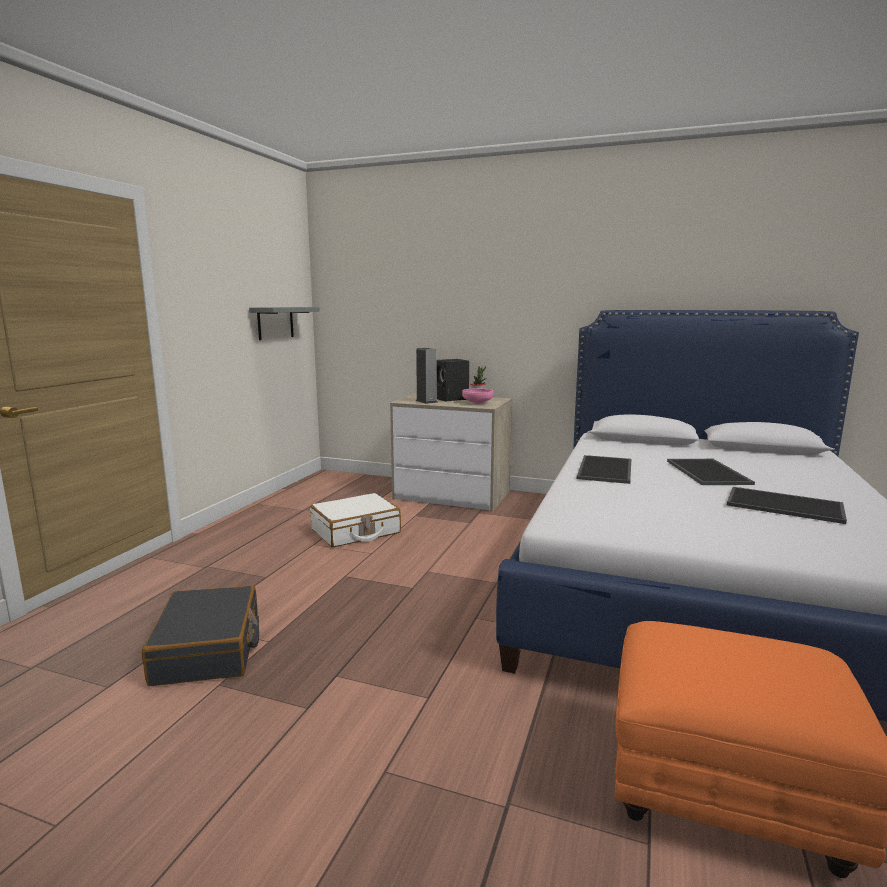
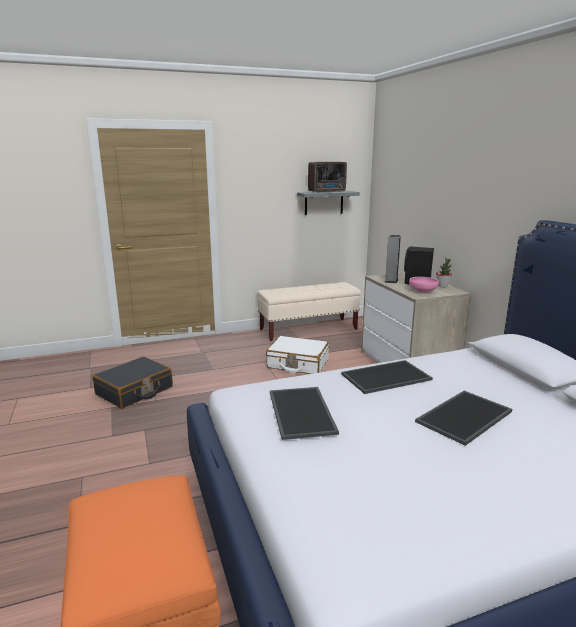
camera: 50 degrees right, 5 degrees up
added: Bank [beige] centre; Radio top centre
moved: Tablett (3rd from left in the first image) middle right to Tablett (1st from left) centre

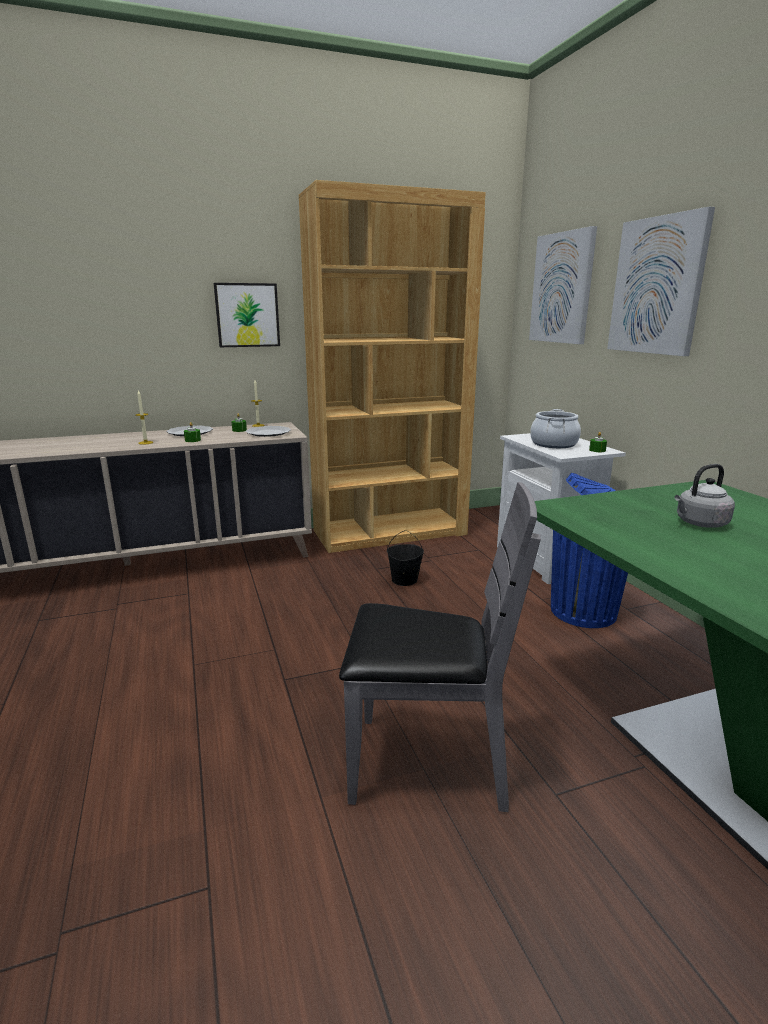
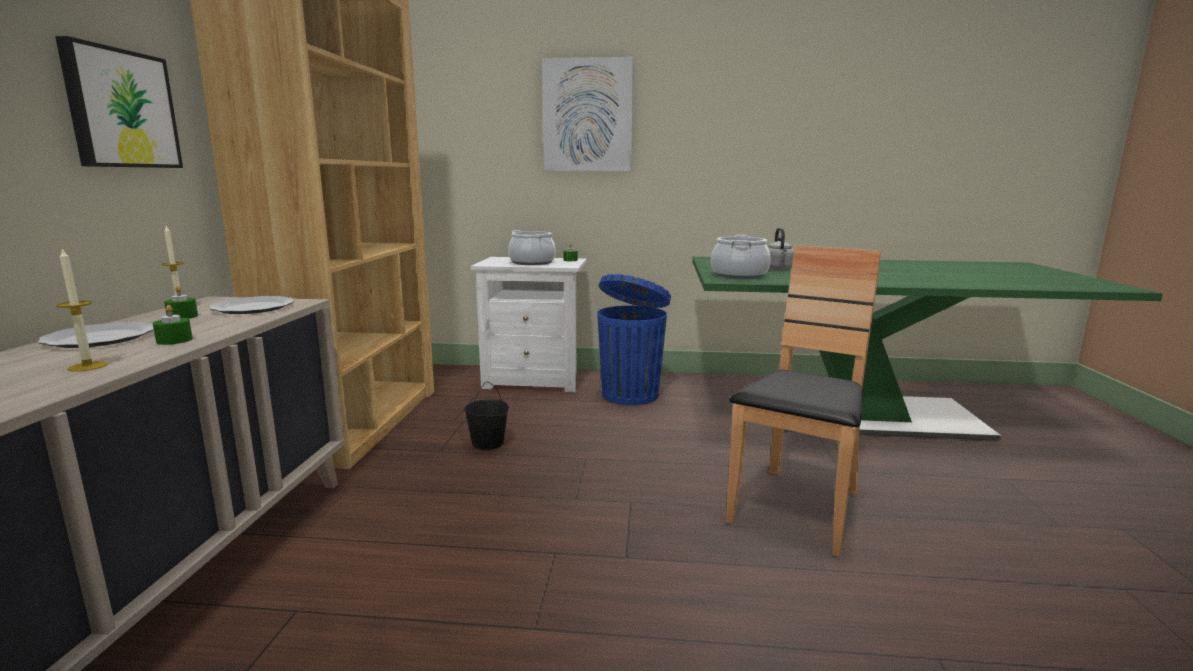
camera: 65 degrees left, 5 degrees down
removed: Bild (2nd from left) top right
added: Kochtopf (2nd from left) centre
recoloured: Stuhl [grau] centre to Stuhl [braun] middle right

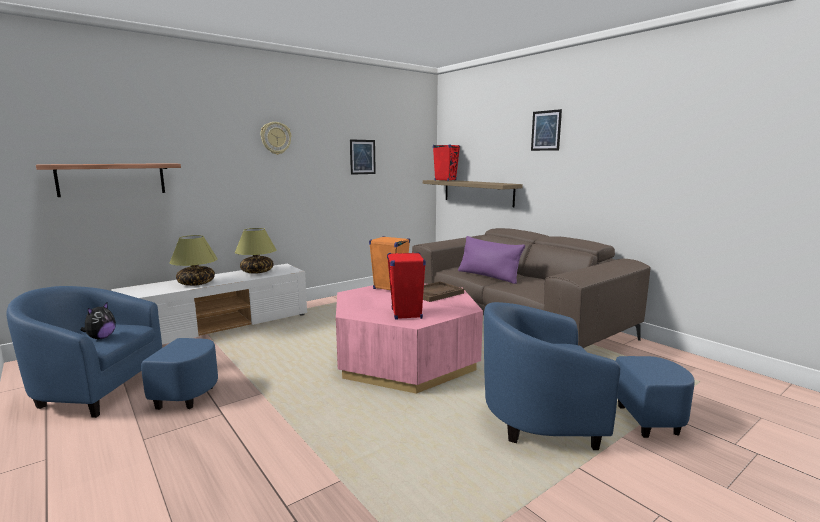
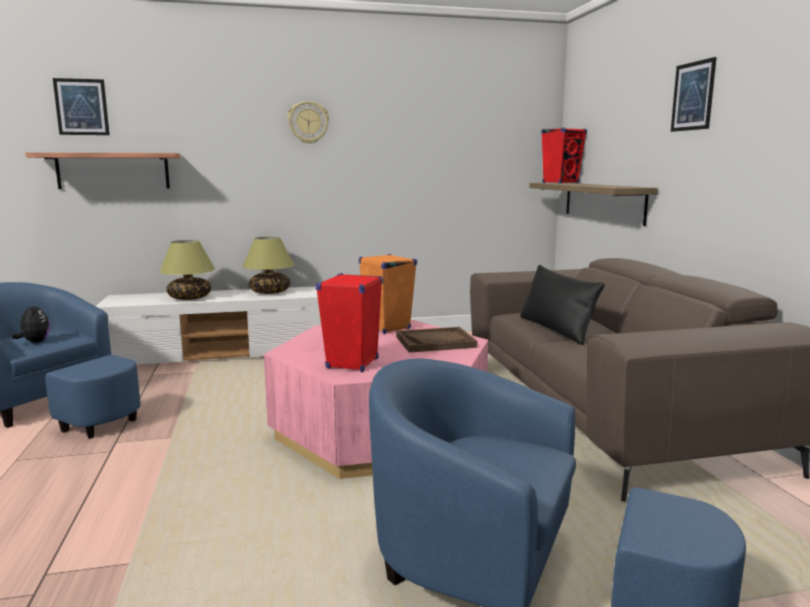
camera: 25 degrees right, 0 degrees up
moved: Bild (1st from left) top centre to top left
recoloured: Kissen [lila] centre to Kissen [schwarz] middle right
turned: Plüschtier middle left = middle left 75 degrees counterclockwise

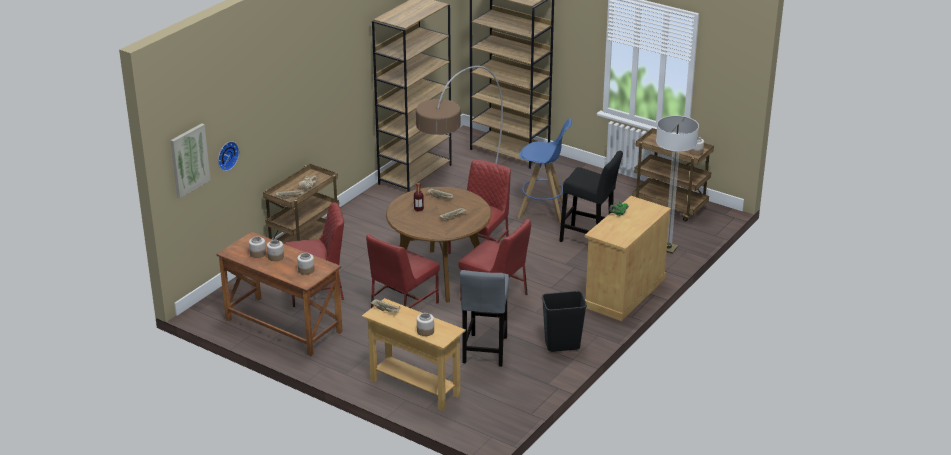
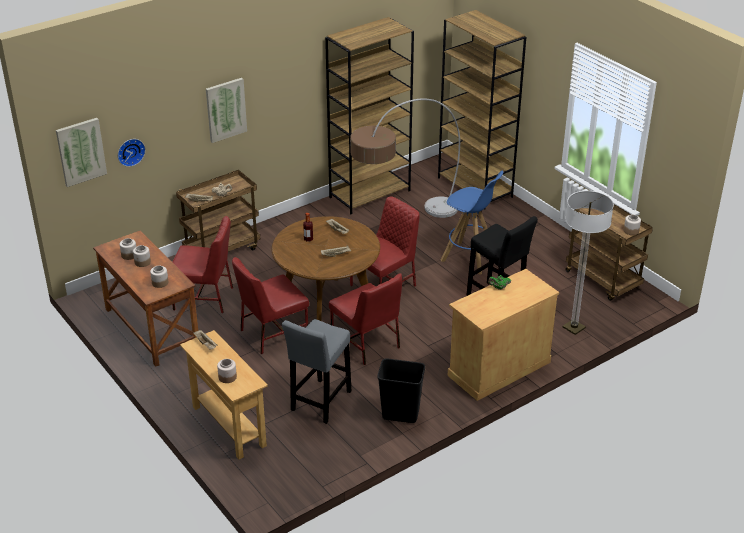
camera: 20 degrees right, 5 degrees up
added: Bild (2nd from left) top left

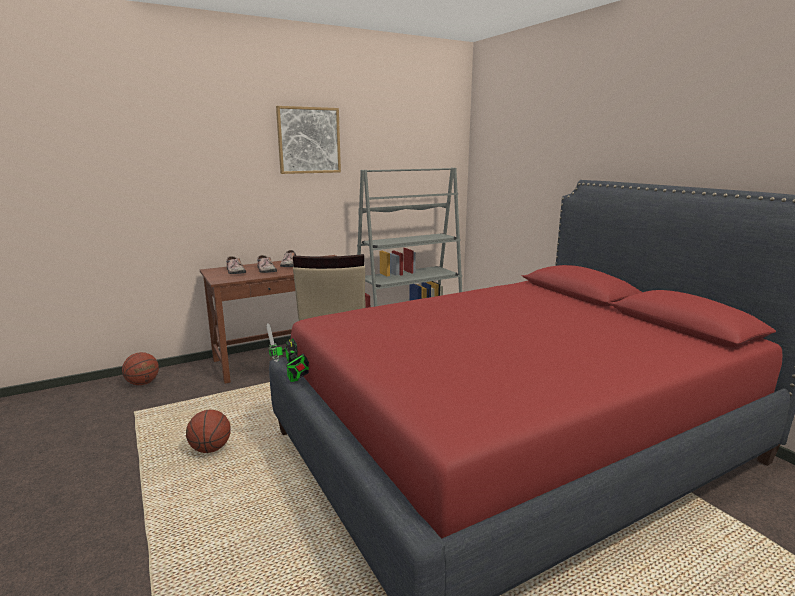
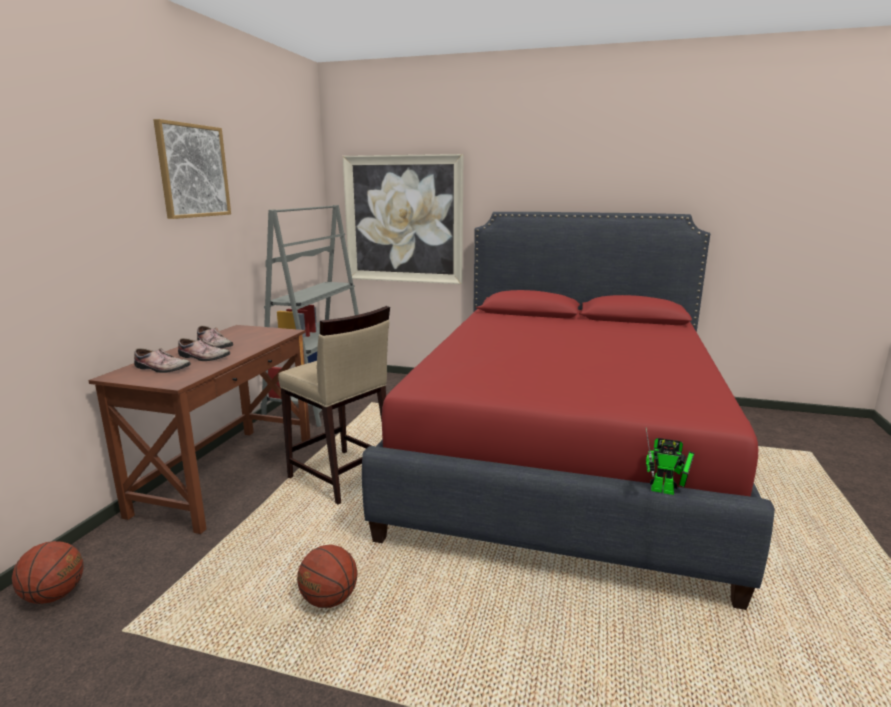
camera: 45 degrees left, 0 degrees up
added: Bild (2nd from left) top centre
moved: Spielzeugroboter centre to middle right

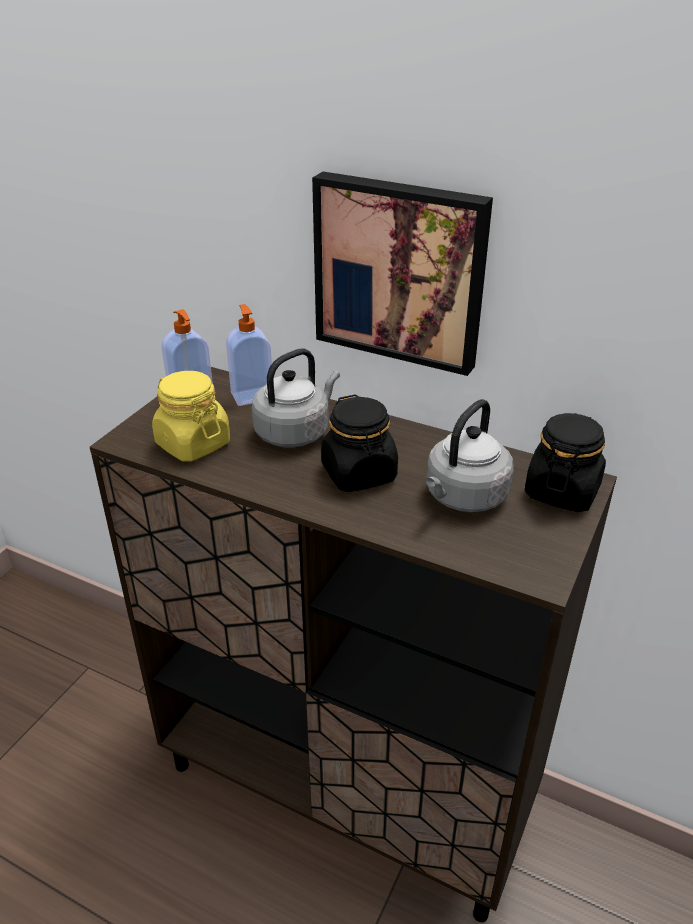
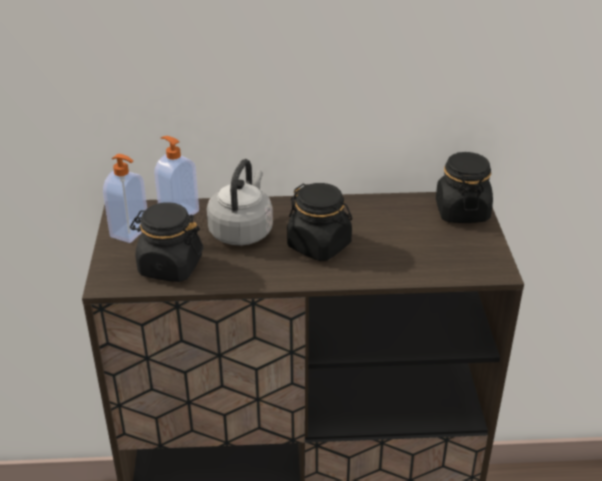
camera: 30 degrees left, 0 degrees up
removed: Bild top centre; Wasserkessel [grau] (2nd from left) middle right
recoloured: Vorratsglas [gelb] middle left to Vorratsglas [schwarz] (1st from left) middle left

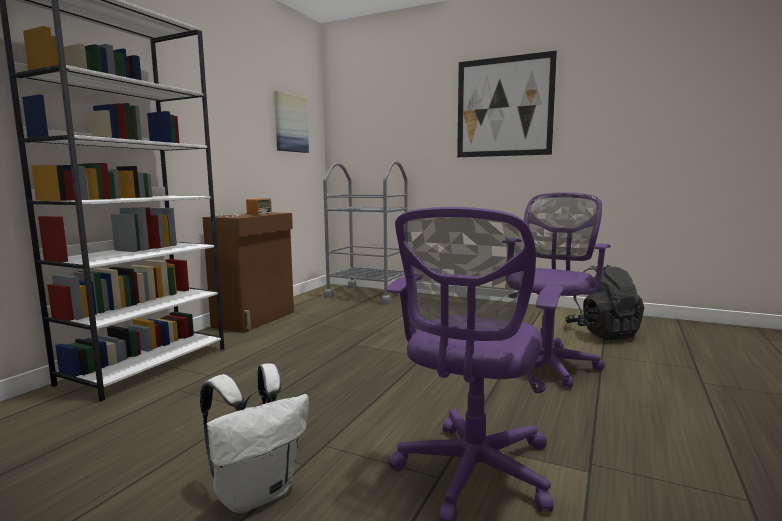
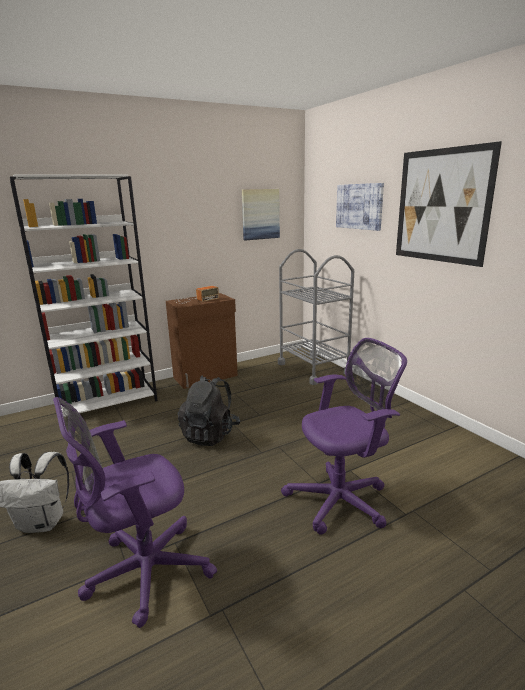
camera: 35 degrees right, 10 degrees up
added: Bild (2nd from left) top right
moved: Rucksack [schwarz] middle right to centre

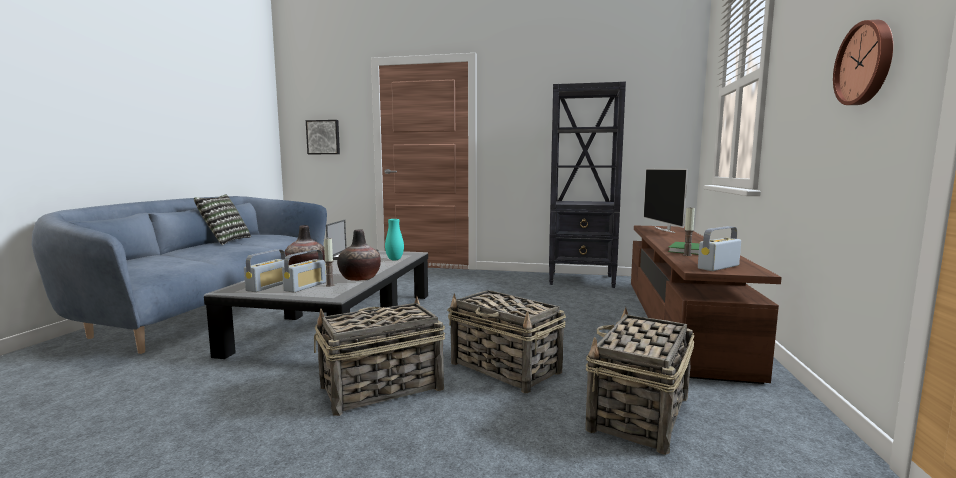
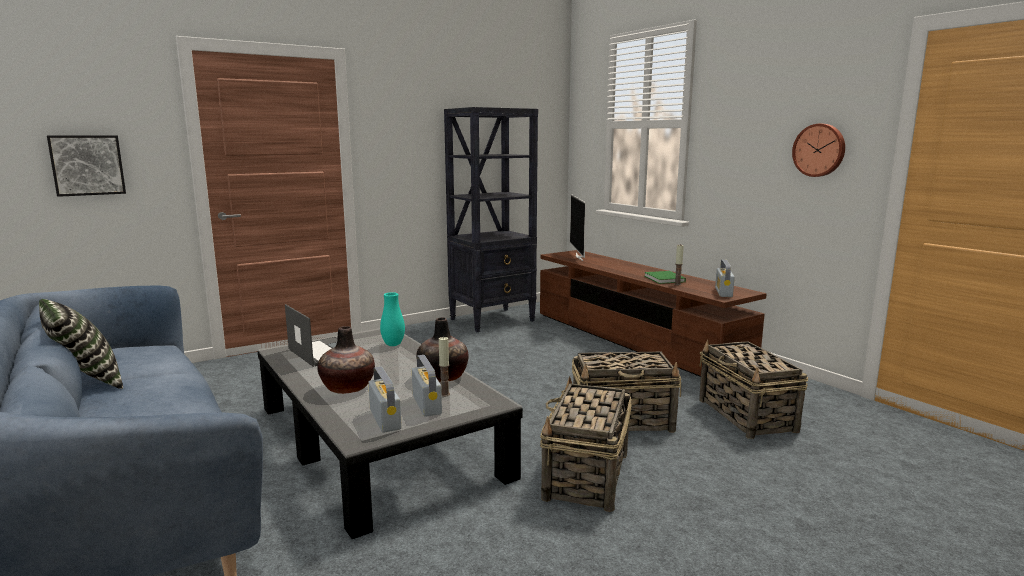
camera: 45 degrees left, 5 degrees up
turned: Fernseher middle right = centre 45 degrees clockwise

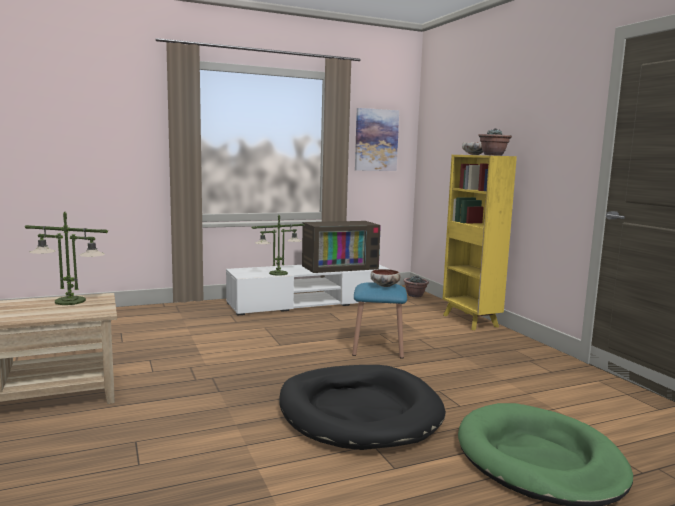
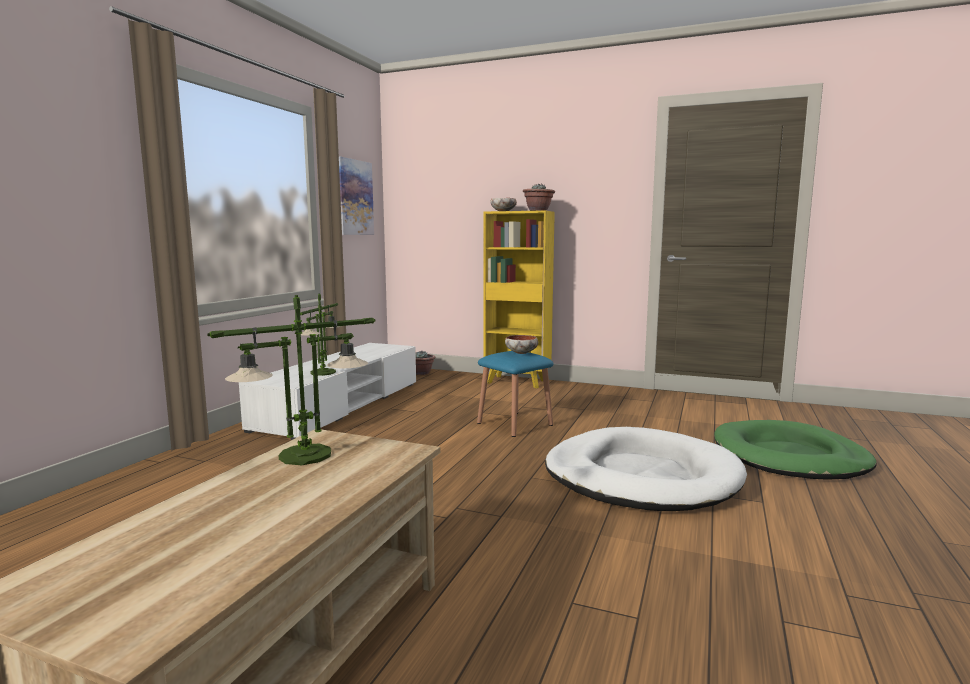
camera: 45 degrees left, 0 degrees up
removed: Fernseher centre
recoloured: Hundebett [schwarz] bottom centre to Hundebett [weiß] bottom centre

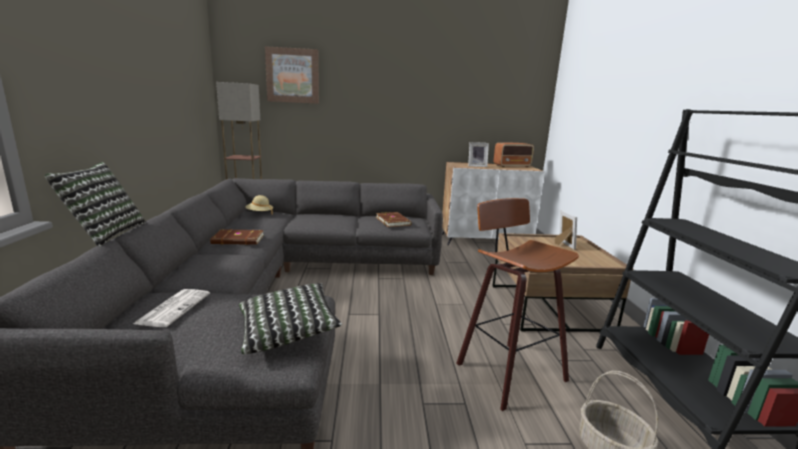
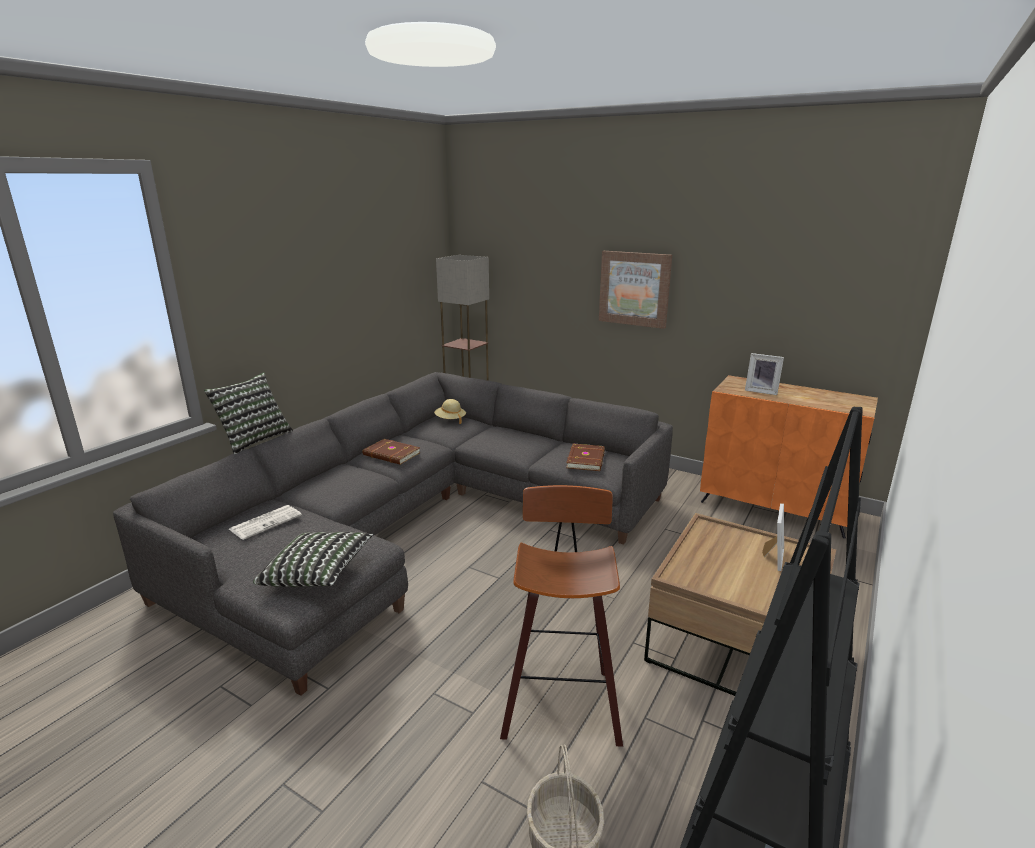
camera: 35 degrees right, 5 degrees up
removed: Radio centre
moved: Bild top centre to centre
recoloured: Schrank [weiß] centre to Schrank [orange] middle right

